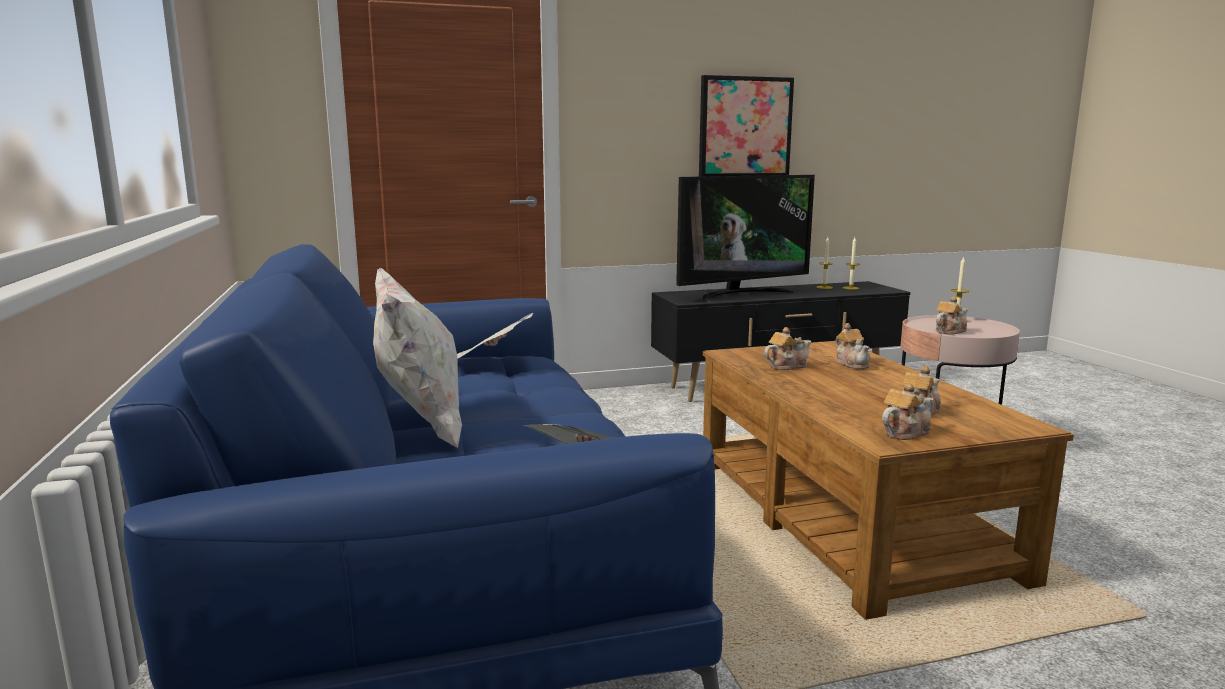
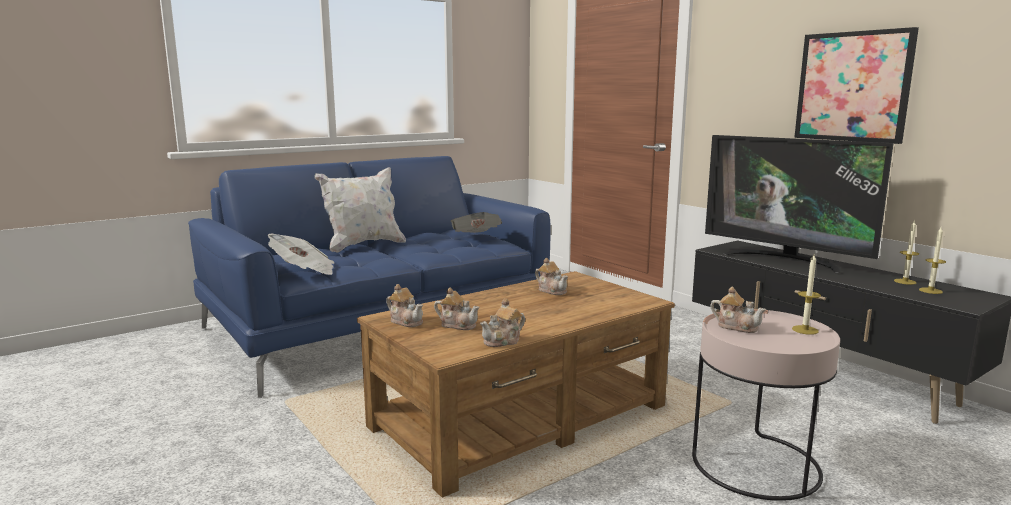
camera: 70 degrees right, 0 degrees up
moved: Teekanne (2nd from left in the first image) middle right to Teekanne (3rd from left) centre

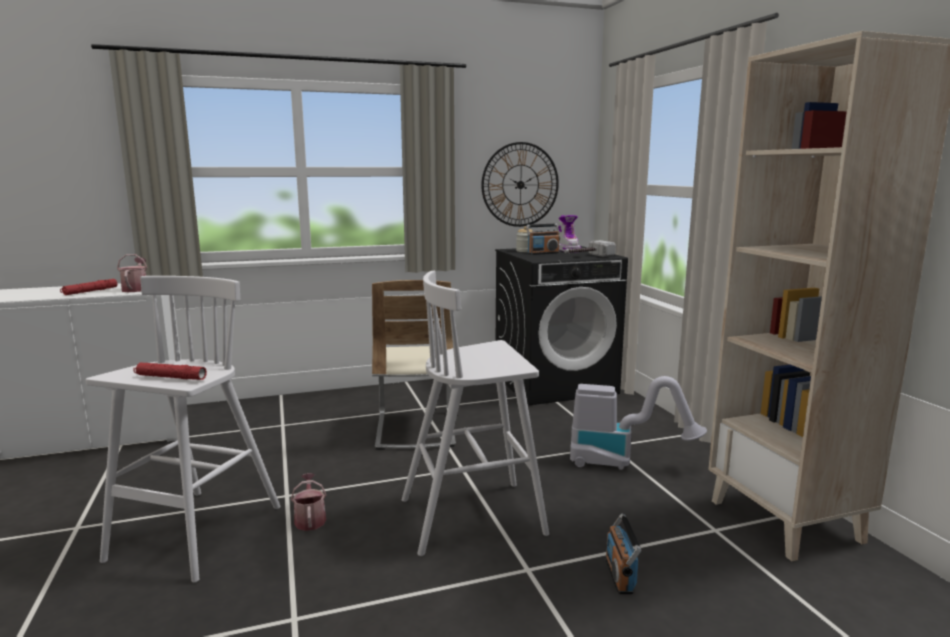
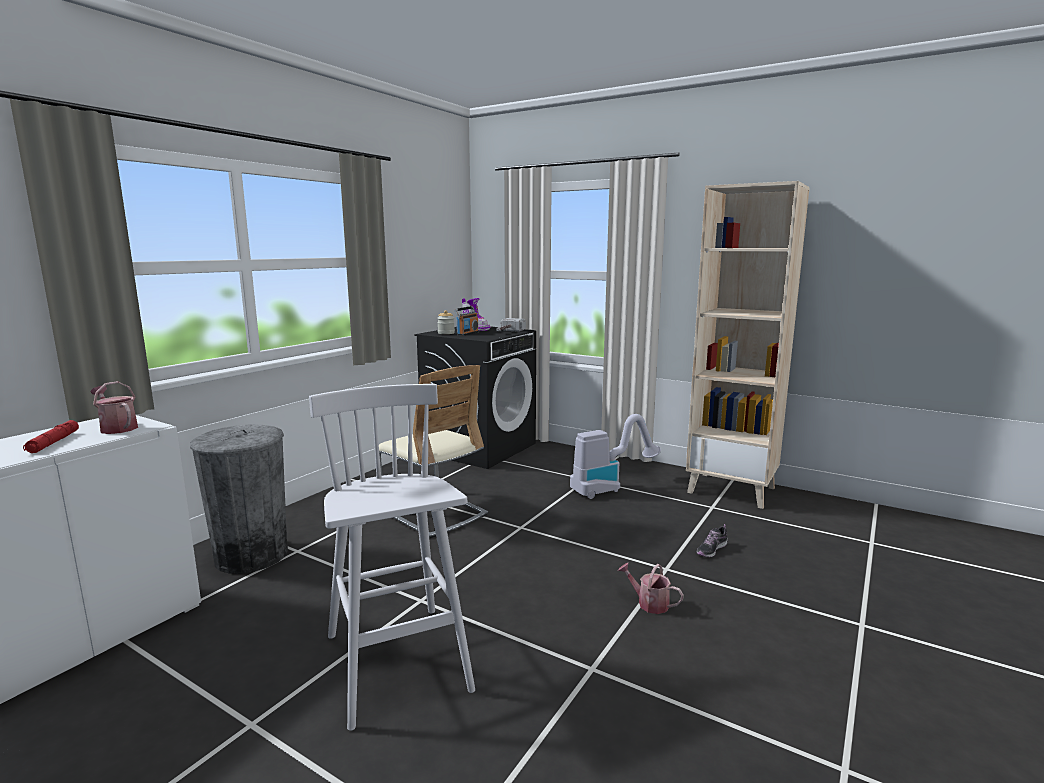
camera: 40 degrees left, 0 degrees up
removed: Taschenlampe [rot] (2nd from left) middle left; Hocker [weiß] (2nd from left) centre; Wanduhr top centre
added: Mülleimer [grau] middle left
moved: Gießkanne (2nd from left) bottom left to bottom centre
replaced: Radio (2nd from left) bottom centre to Schuh bottom right

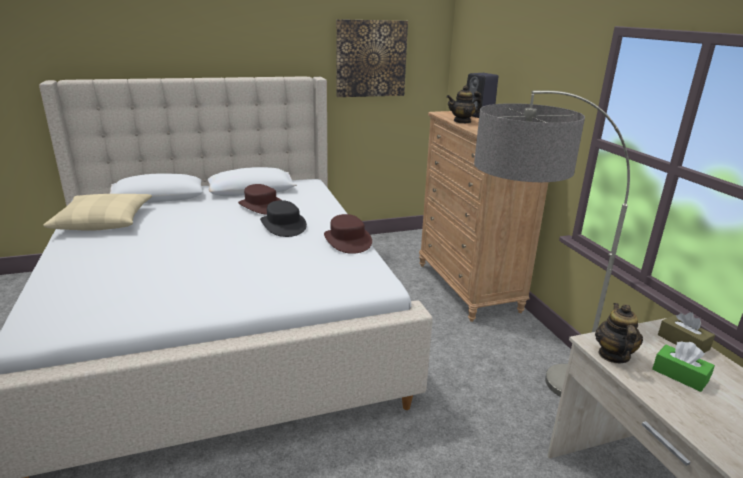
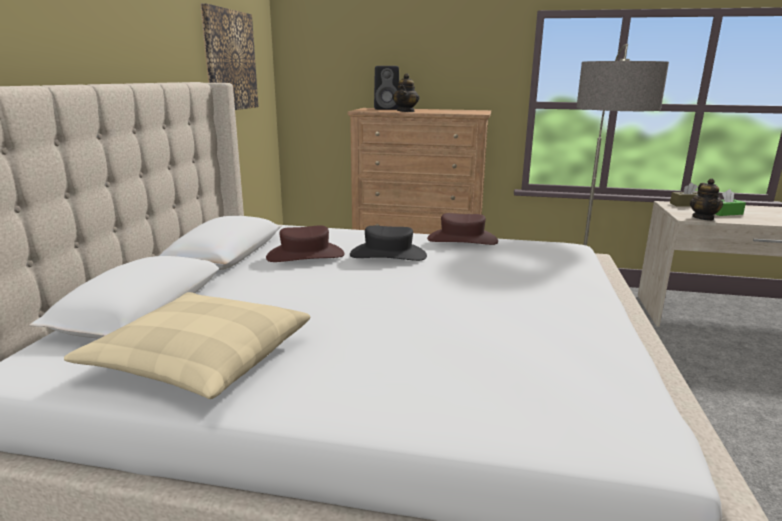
camera: 60 degrees left, 5 degrees down
turned: Teekanne (2nd from left) bottom right = middle right 120 degrees counterclockwise

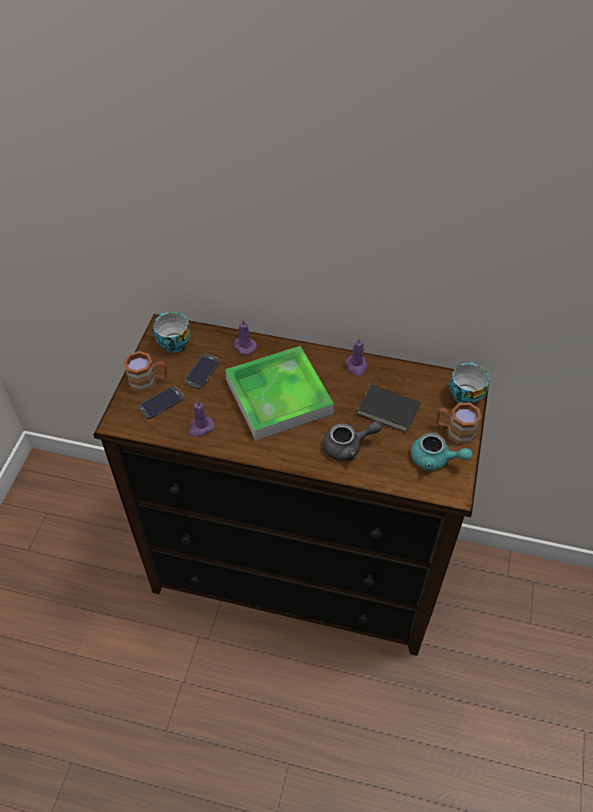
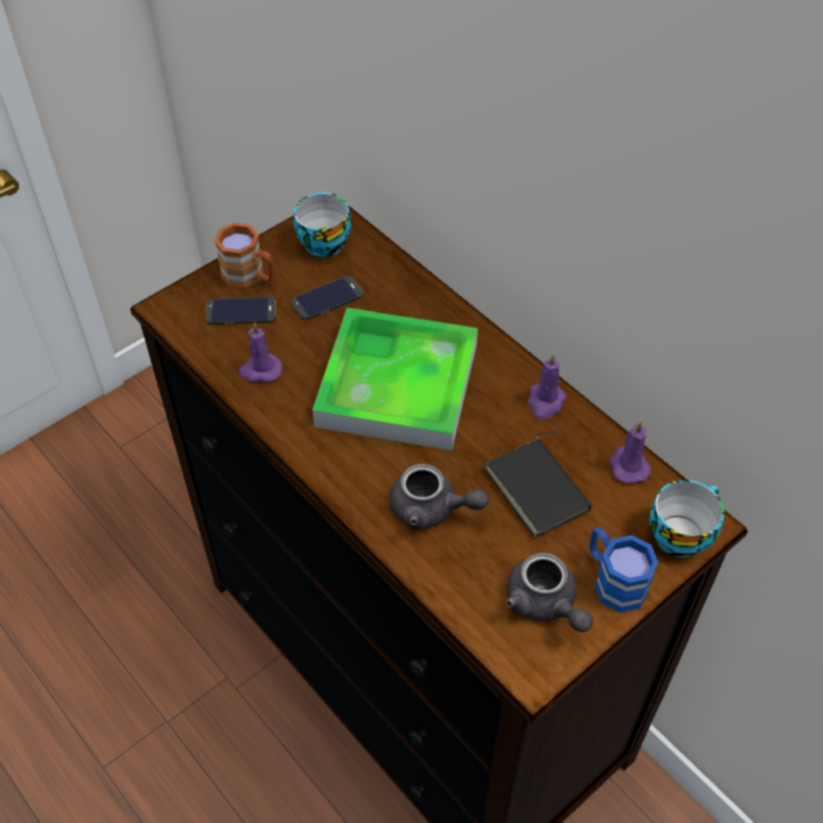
camera: 35 degrees right, 0 degrees up
moved: Kerze [lila] (2nd from left in the first image) centre to Kerze [lila] (3rd from left) middle right
recoloured: Teekanne [türkis] middle right to Teekanne [grau] (2nd from left) bottom right; Henkelbecher [braun] (2nd from left) middle right to Henkelbecher [blau] bottom right

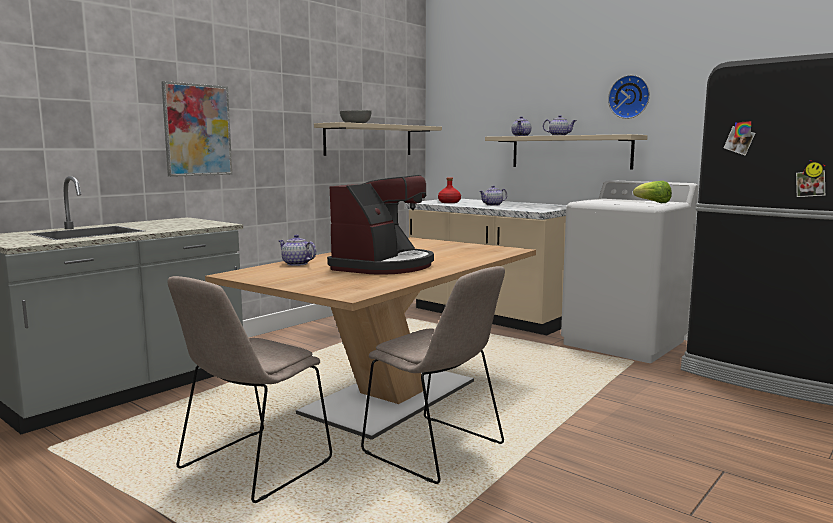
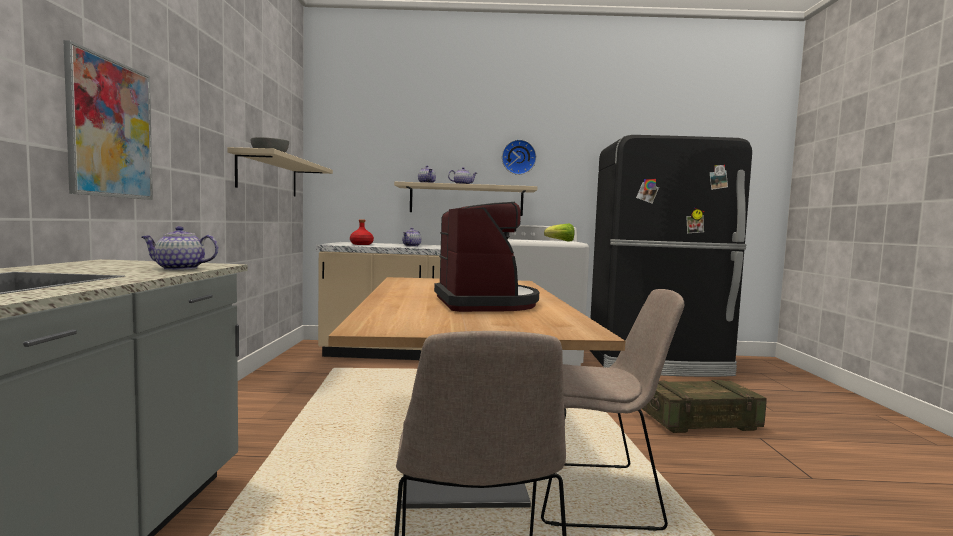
camera: 40 degrees left, 5 degrees down
added: Kiste bottom right
moved: Teekanne (1st from left) centre to middle left

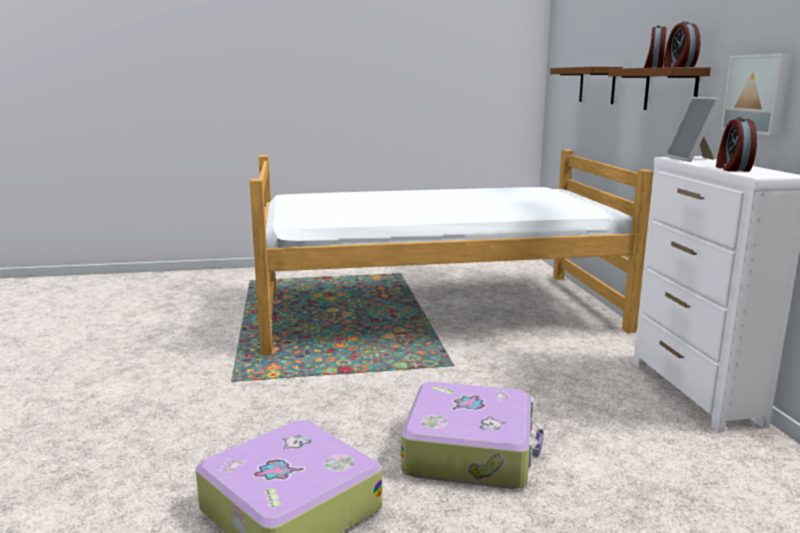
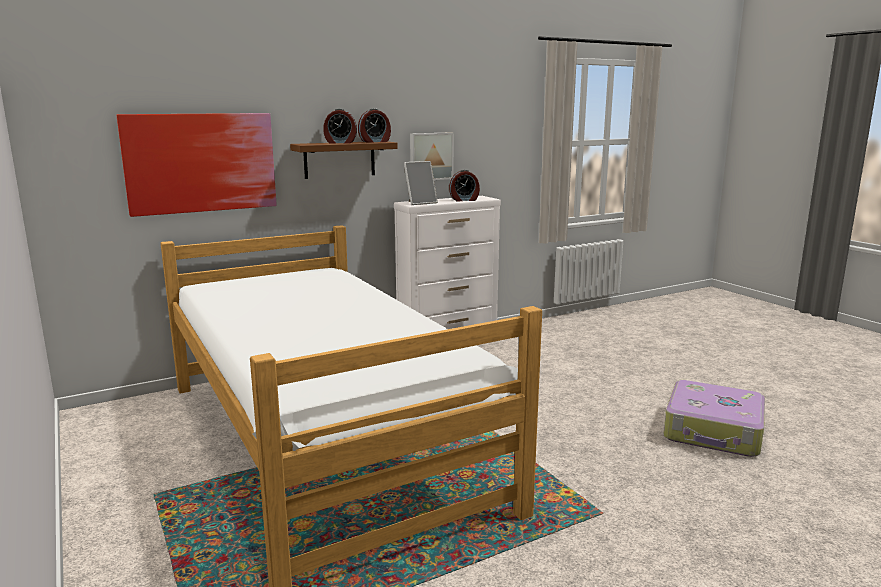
camera: 110 degrees left, 0 degrees up
removed: Koffer (2nd from left) bottom centre
replaced: Wandregal [braun] (1st from left) top right to Bild (1st from left) top left

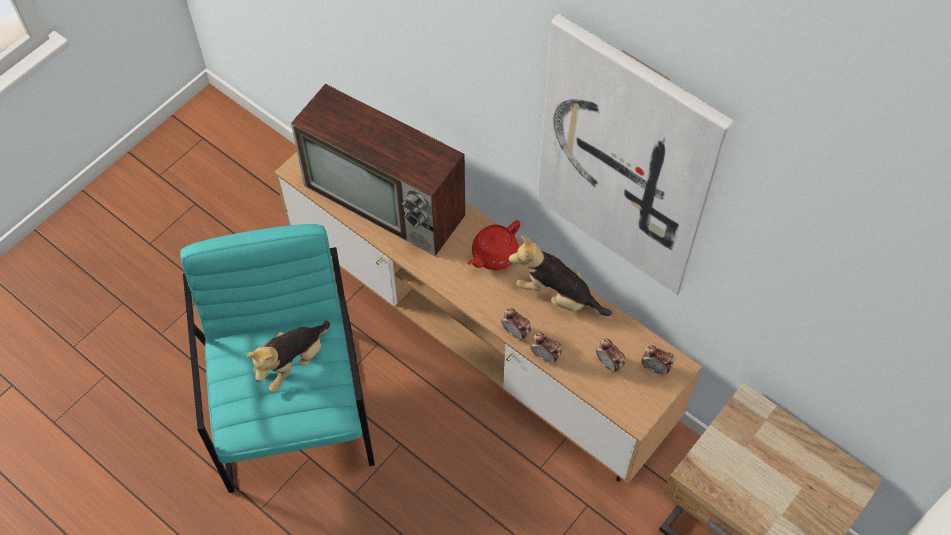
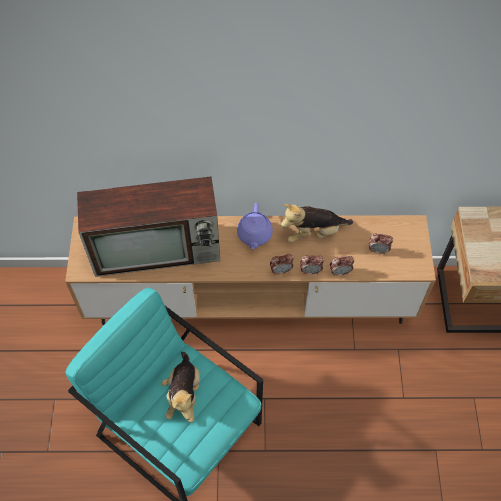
camera: 40 degrees left, 0 degrees up
removed: Bild top right
moved: Wecker (4th from left in the first image) bottom right to Wecker (1st from left) centre
recoloured: Teekanne [rot] centre to Teekanne [lila] centre

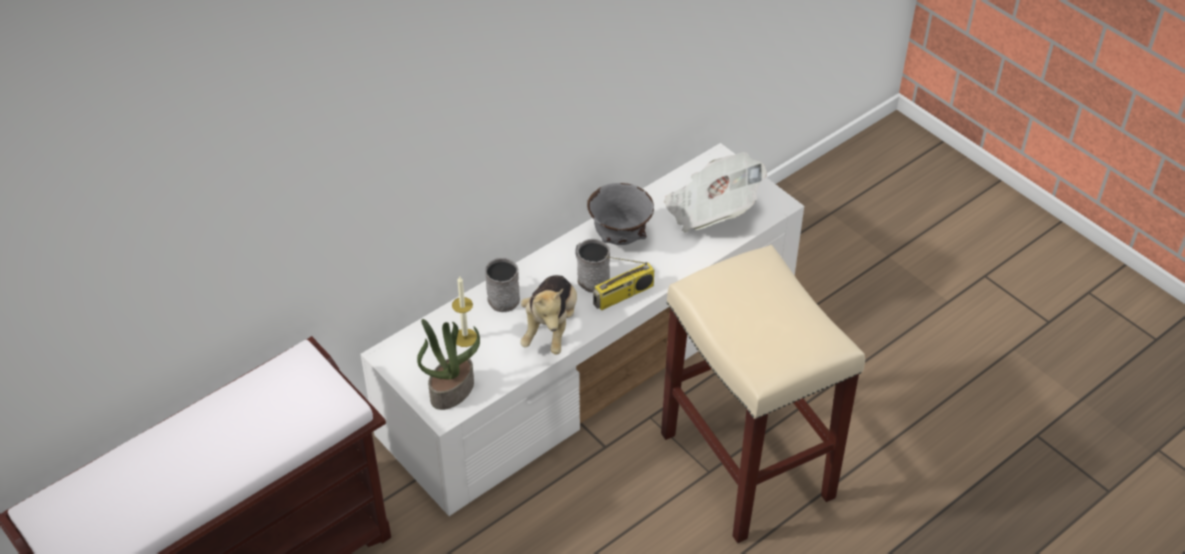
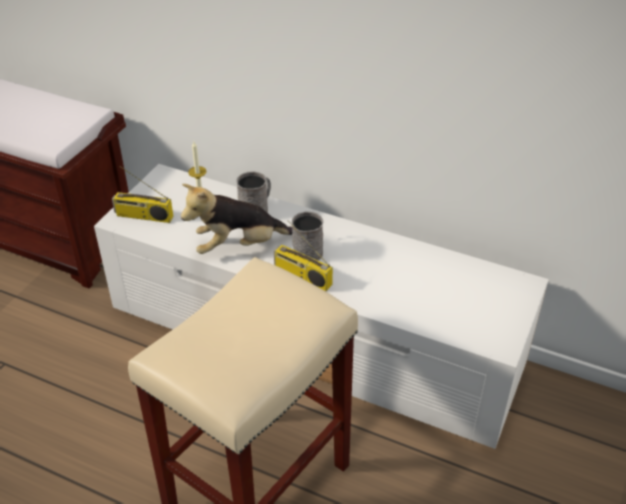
camera: 65 degrees right, 5 degrees down
removed: Schüssel [grau] centre; Zeitung centre
replaced: Topfpflanze centre to Radio (1st from left) middle left

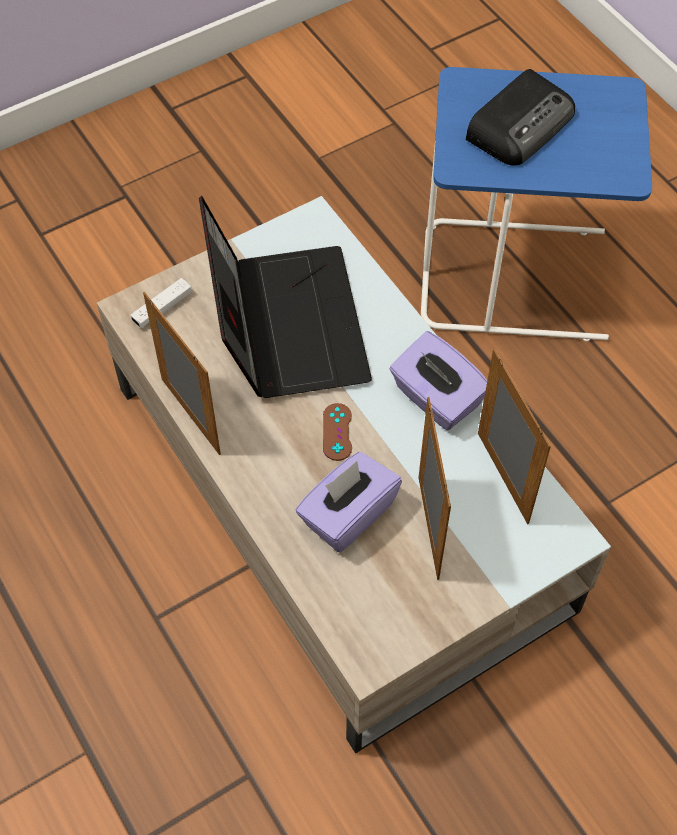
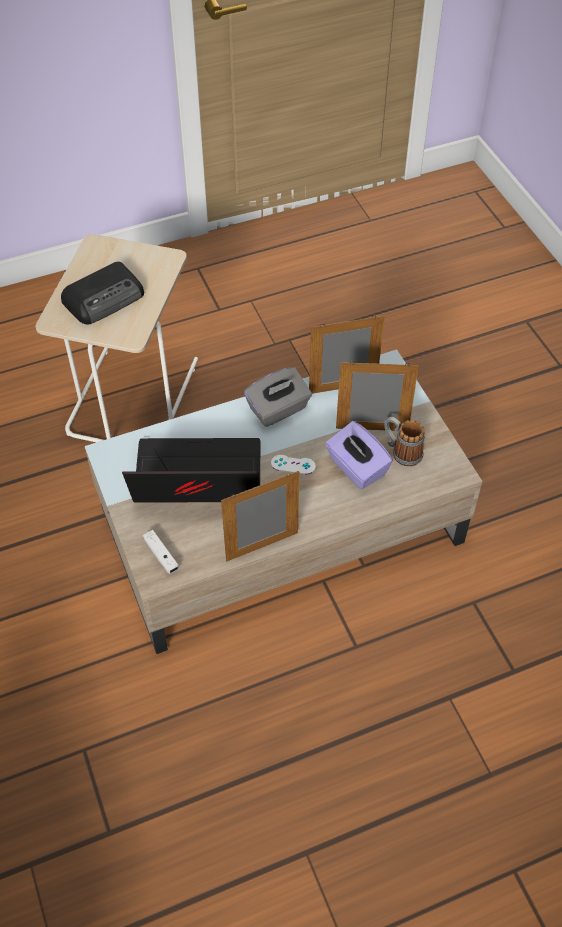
camera: 80 degrees left, 5 degrees down
added: Henkelbecher middle right
recoloured: Gamepad [braun] centre to Gamepad [weiß] (2nd from left) centre; Taschentuchbox [lila] (2nd from left) centre to Taschentuchbox [grau] centre; Beistelltisch [blau] top right to Beistelltisch [beige] middle left
turned: Radio top right = top left 90 degrees clockwise

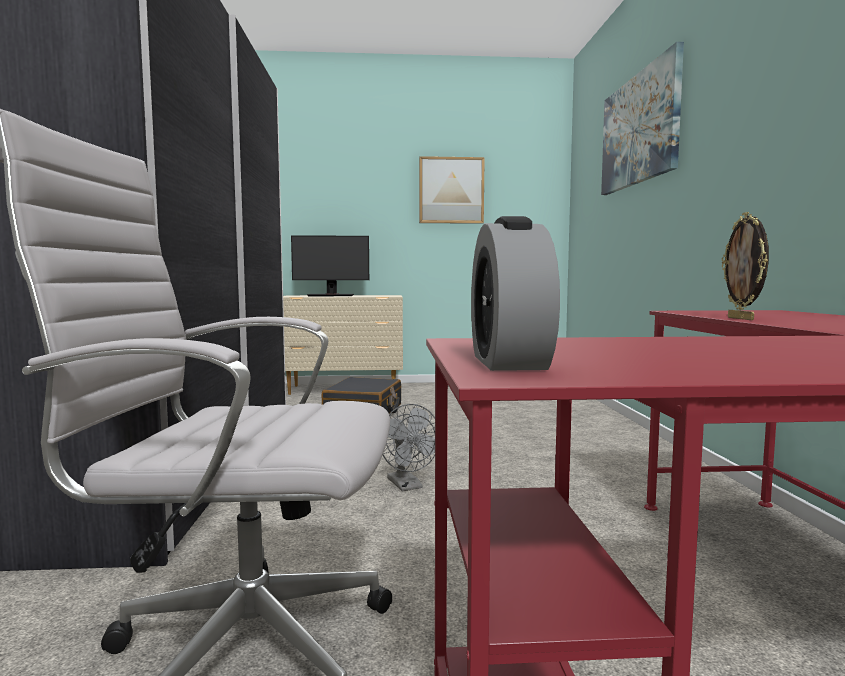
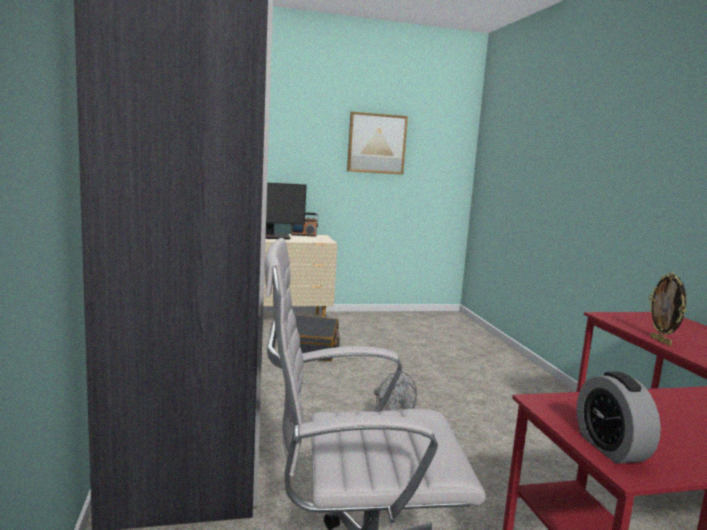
camera: 10 degrees left, 5 degrees up
removed: Bild (2nd from left) top right
added: Radio centre

